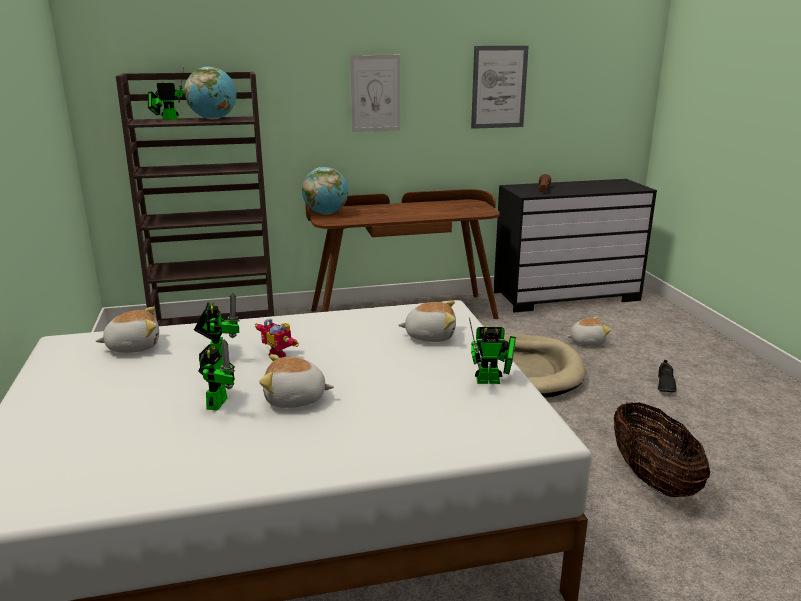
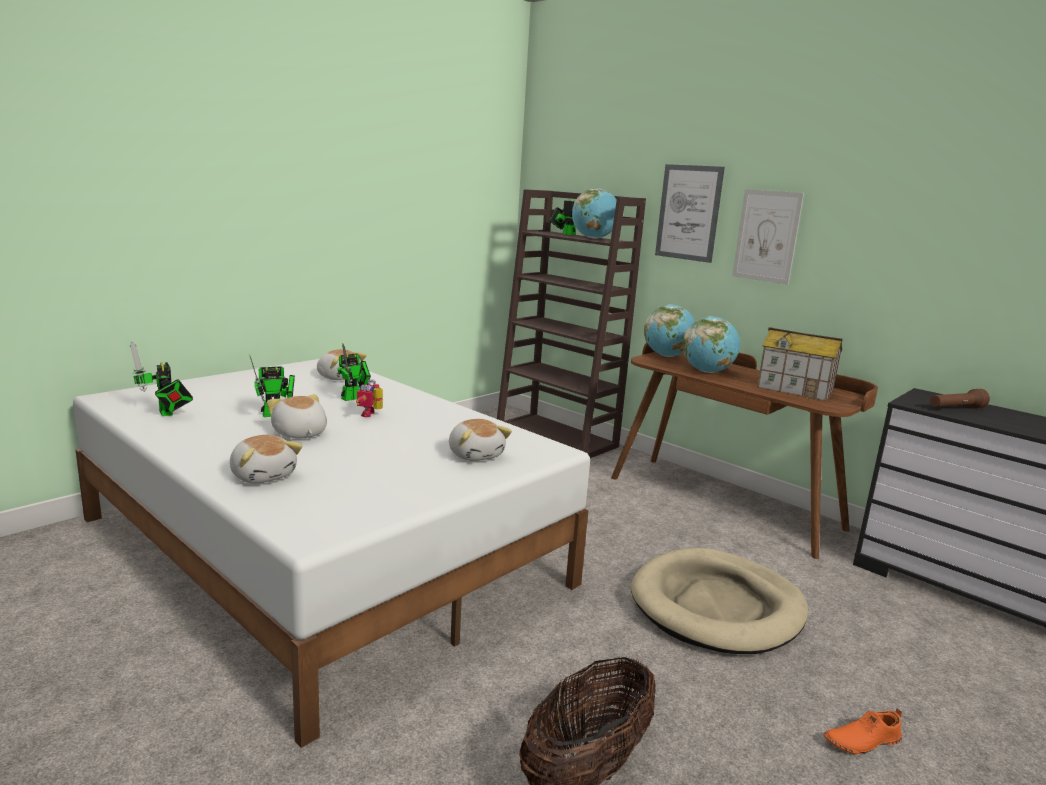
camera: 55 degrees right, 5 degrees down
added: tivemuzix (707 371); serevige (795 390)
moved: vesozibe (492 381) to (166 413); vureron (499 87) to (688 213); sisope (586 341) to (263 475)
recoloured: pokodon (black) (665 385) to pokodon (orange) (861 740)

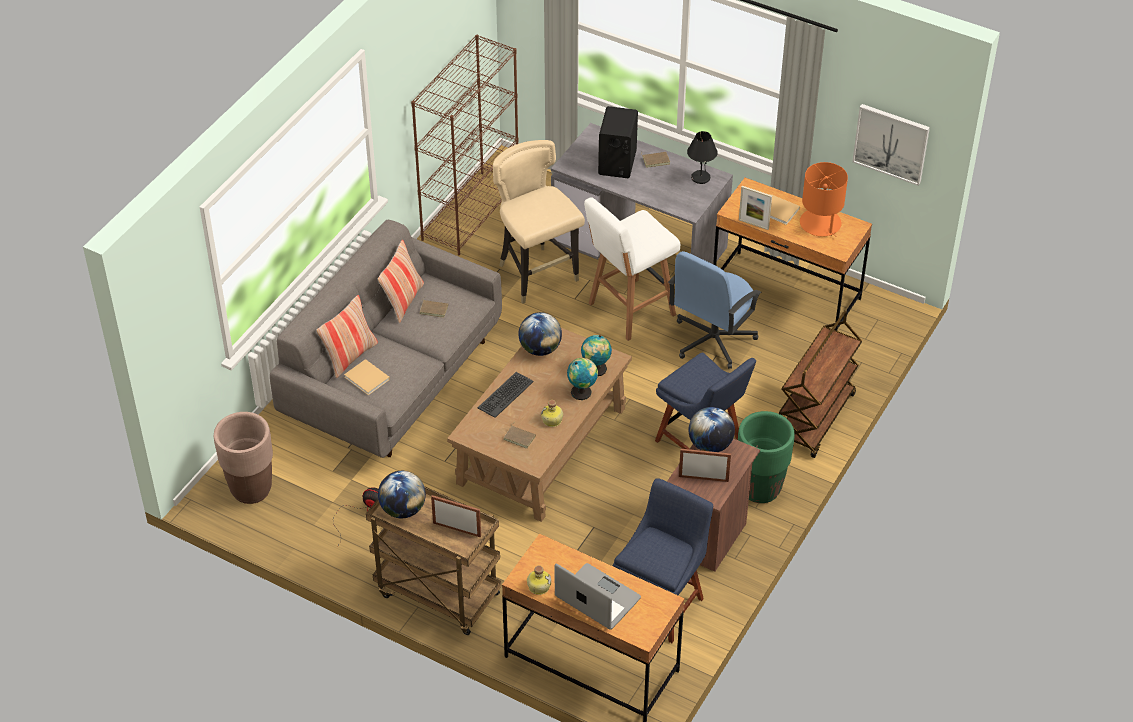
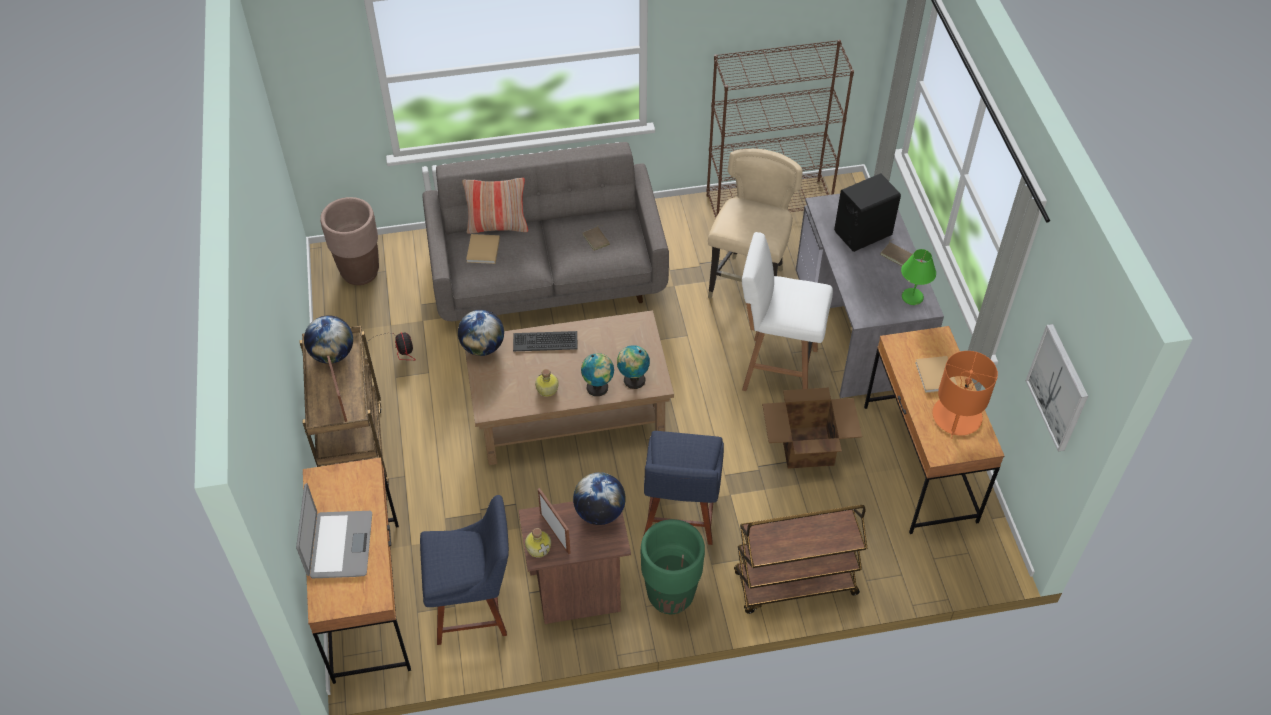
camera: 50 degrees right, 5 degrees up
removed: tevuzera (403 301); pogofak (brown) (520 437); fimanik (753 224)
moved: tivemuzix (540 349) to (483 347); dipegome (538 586) to (538 547)
replaced: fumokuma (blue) (712 340) to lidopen (806 446)
recoloured: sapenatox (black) (700 178) to sapenatox (green) (912 297)

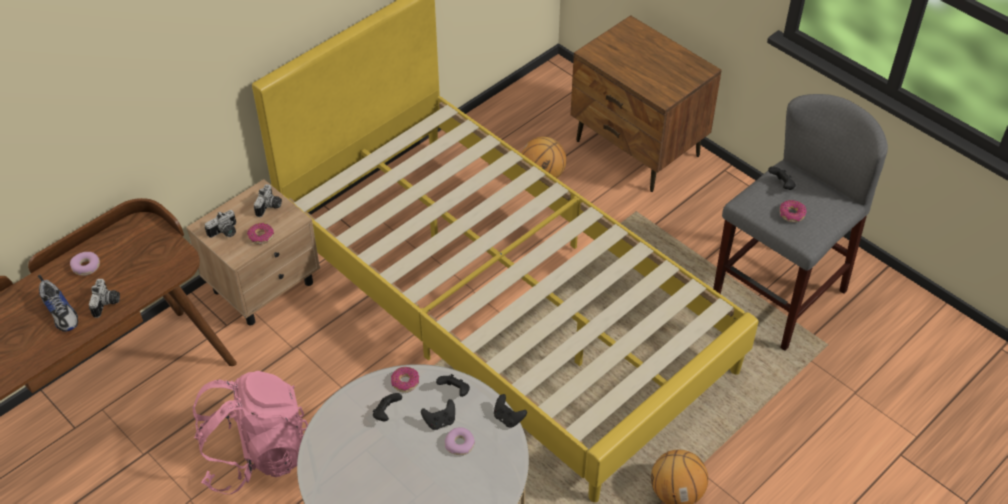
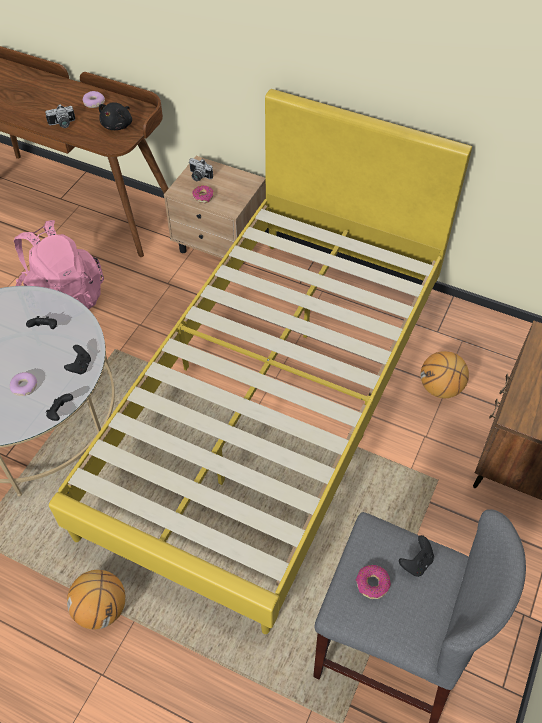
camera: 70 degrees right, 5 degrees up
removed: pokodon (61 312); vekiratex (270 207); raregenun (405 382); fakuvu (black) (440 421)
added: sisope (black) (118 125)

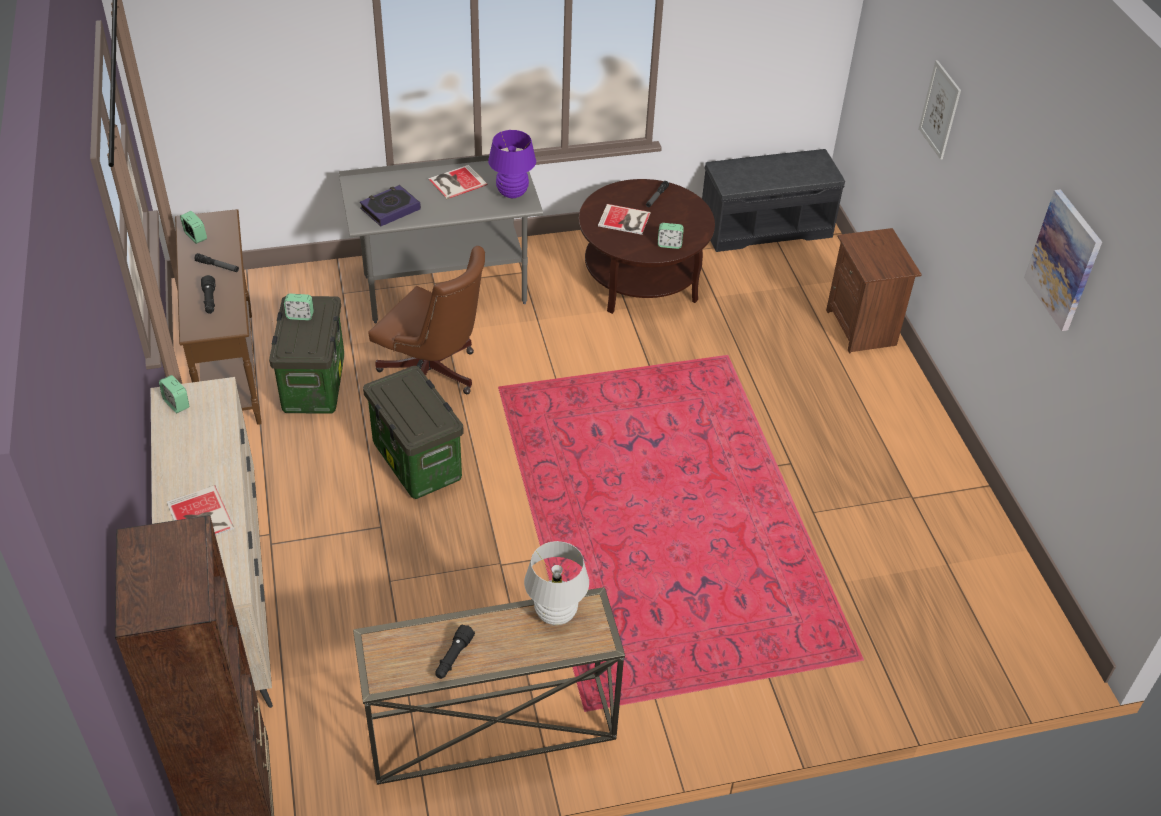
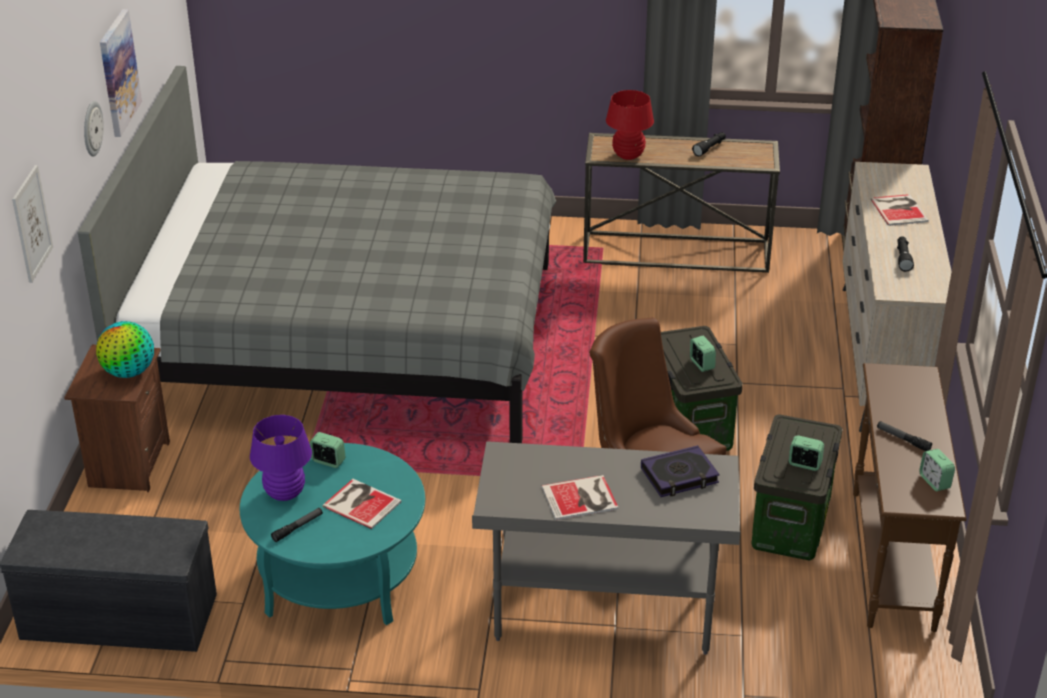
camera: 160 degrees left, 10 degrees down
added: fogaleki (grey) (348 339); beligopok (91 128); tivemuzix (129 372)
moved: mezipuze (176 404) to (701 364); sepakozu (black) (210 301) to (903 258); sapenatox (purple) (512 193) to (284 493)
recoloured: sapenatox (white) (556 614) to sapenatox (red) (628 155); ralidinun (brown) (642 278) to ralidinun (turquoise) (338 577)

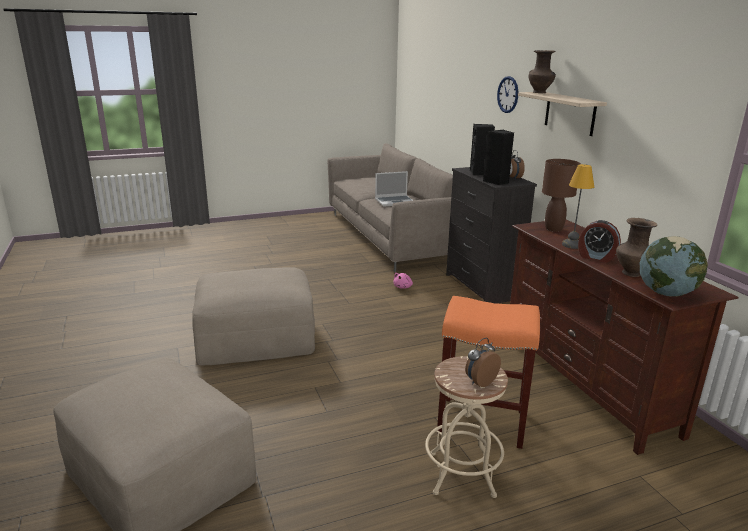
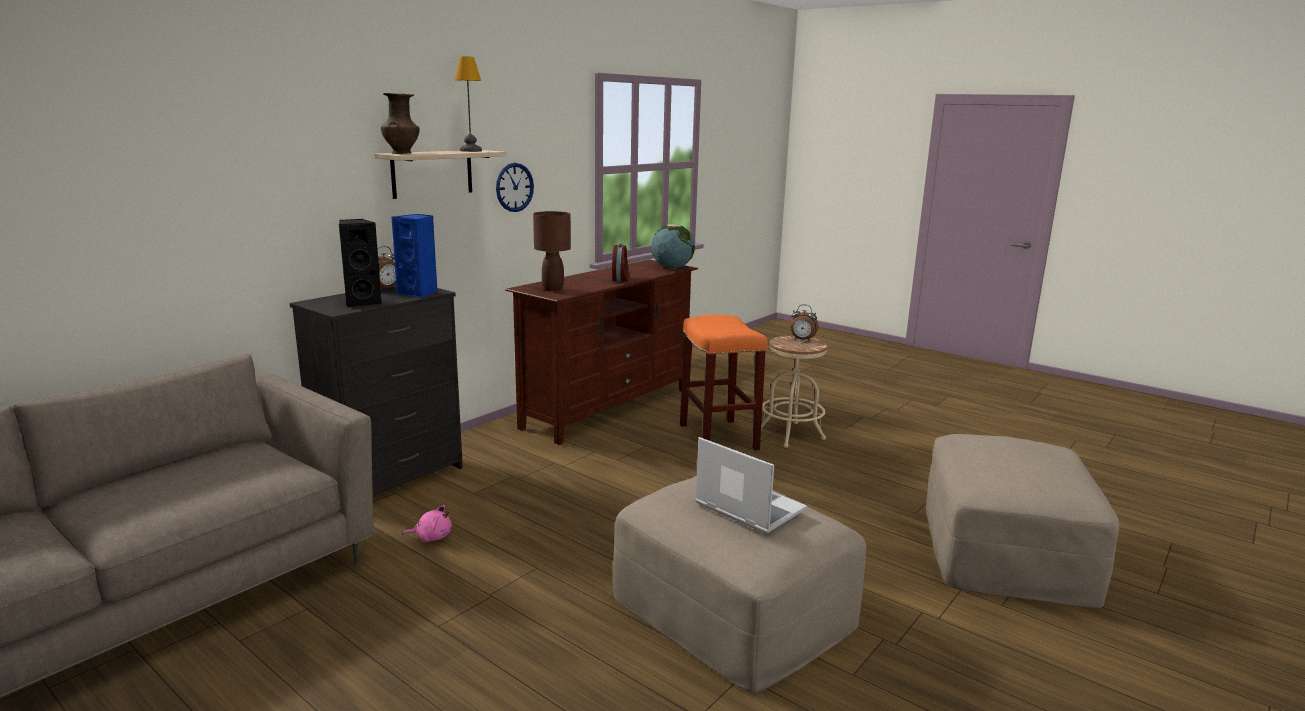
camera: 120 degrees left, 5 degrees down
removed: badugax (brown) (630 273)
moved: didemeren (395 201) to (747 507); beligopok (508 94) to (514 187); sapenatox (571 245) to (471 151)
recoloured: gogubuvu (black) (496 182) to gogubuvu (blue) (419 293)

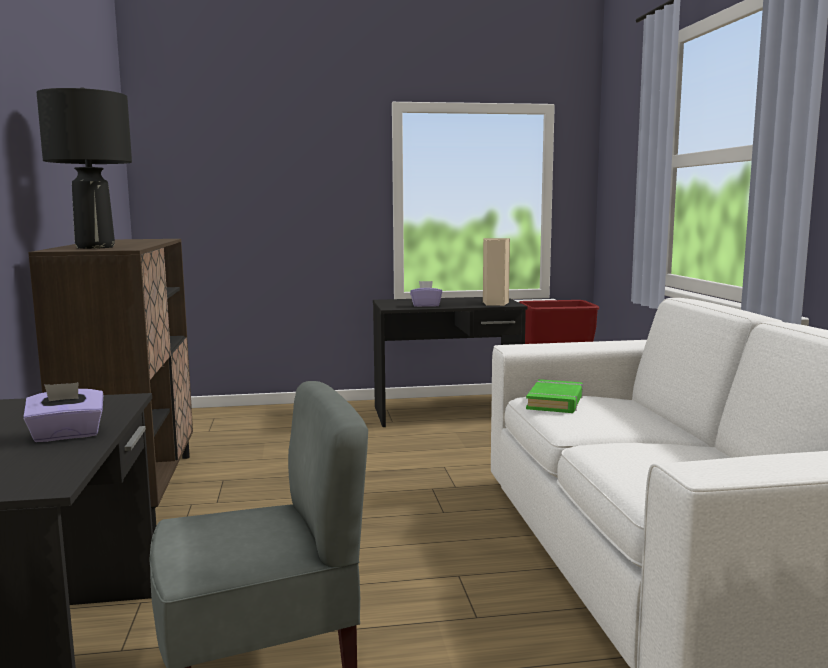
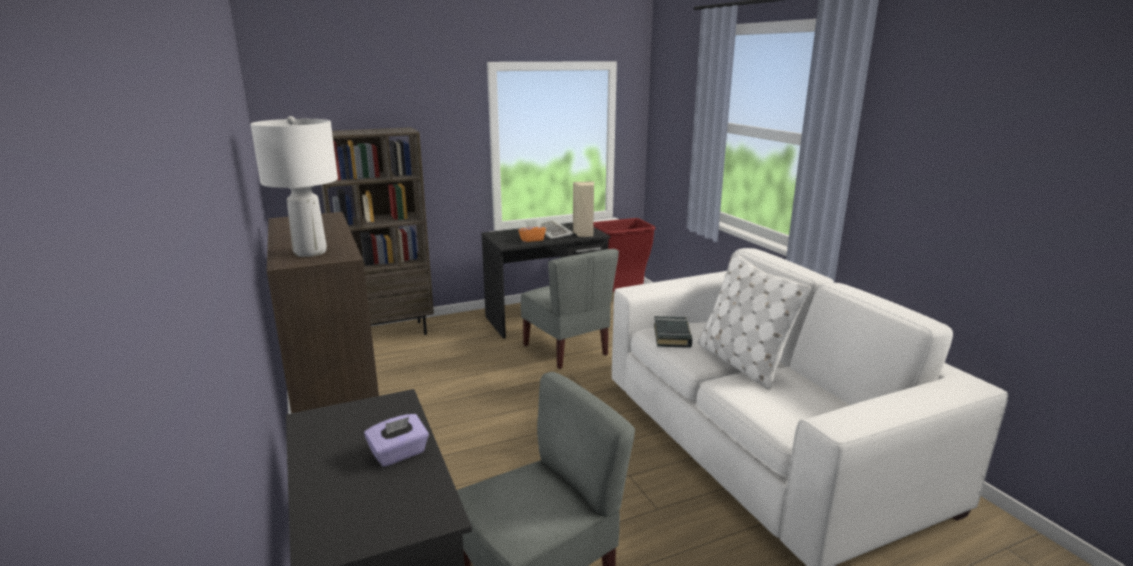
camera: 15 degrees left, 10 degrees up
added: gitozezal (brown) (388 333); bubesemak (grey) (567 350); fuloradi (554 232); tevuzera (white) (742 363)
recoloured: sapenatox (black) (96 247) to sapenatox (white) (311 252); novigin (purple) (425 305) to novigin (orange) (532 240); pogofak (green) (555 402) to pogofak (black) (672 336)

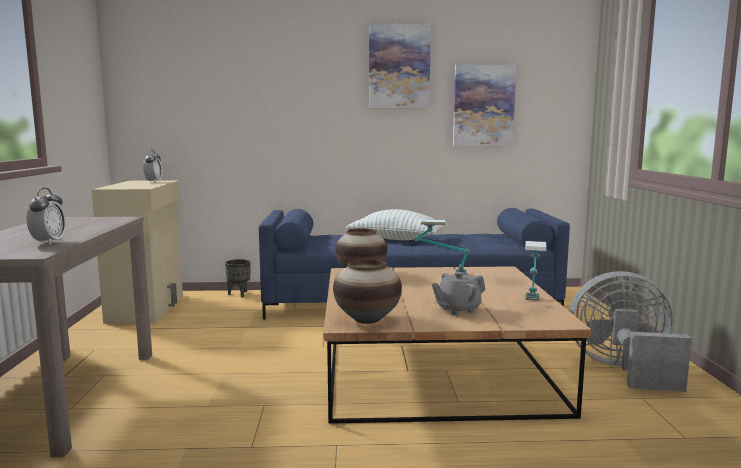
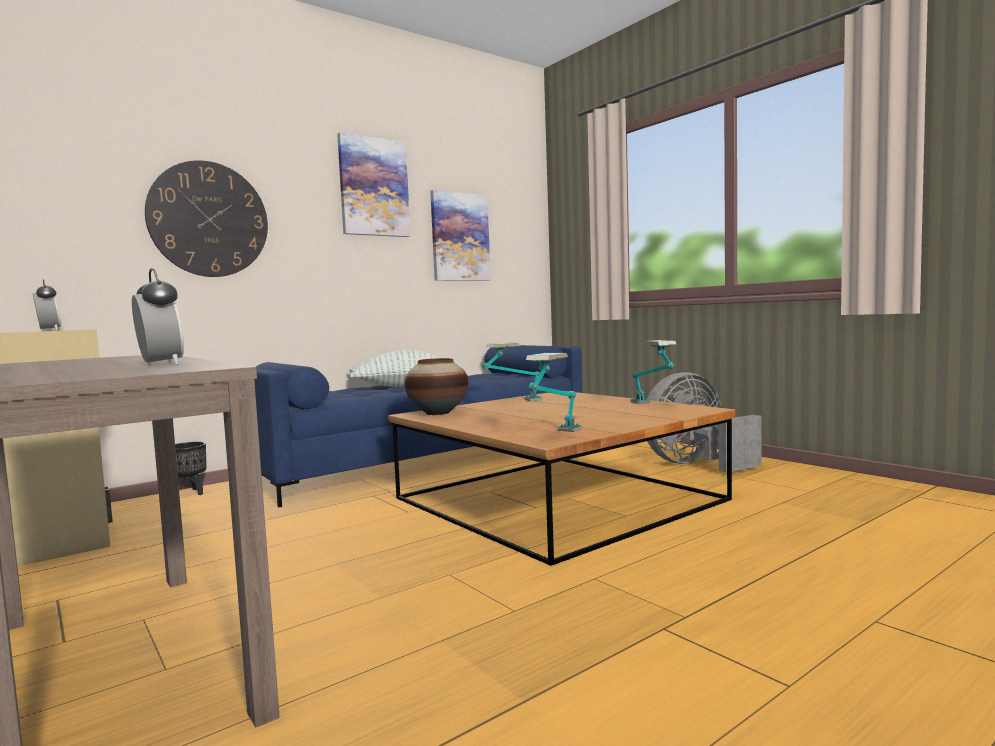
camera: 35 degrees left, 5 degrees down
removed: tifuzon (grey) (457 310)
added: beligopok (208 219)
replaced: badugax (367 319) to sapenatox (555 435)

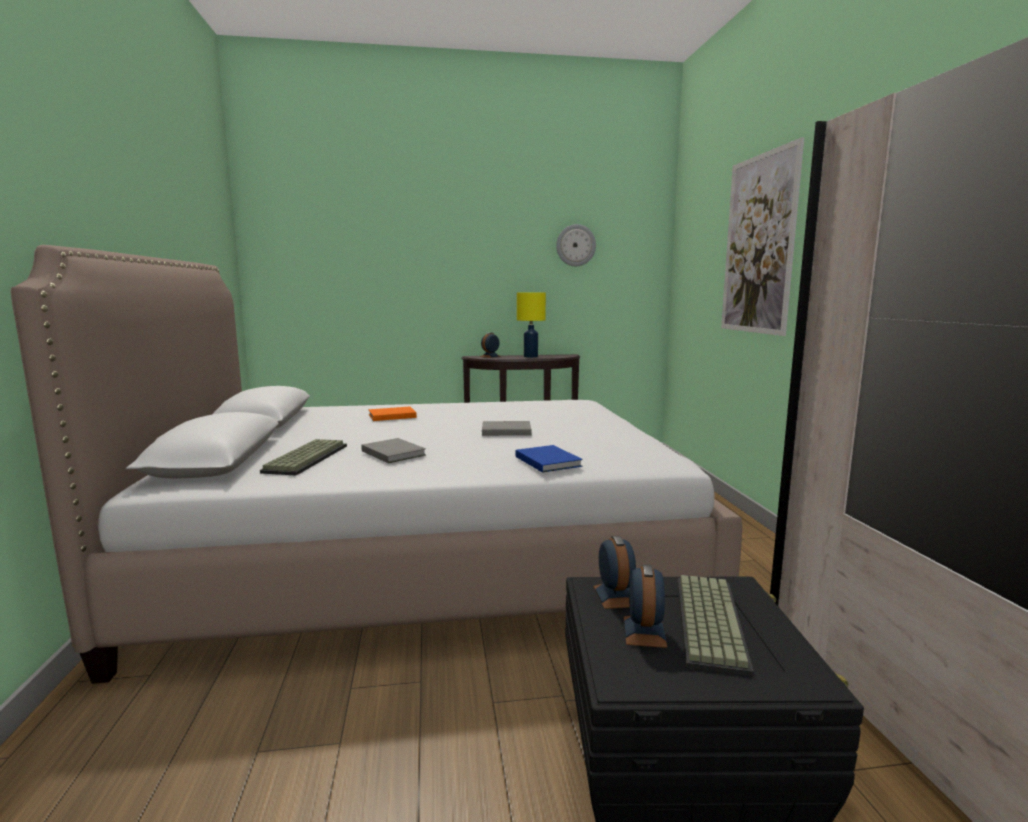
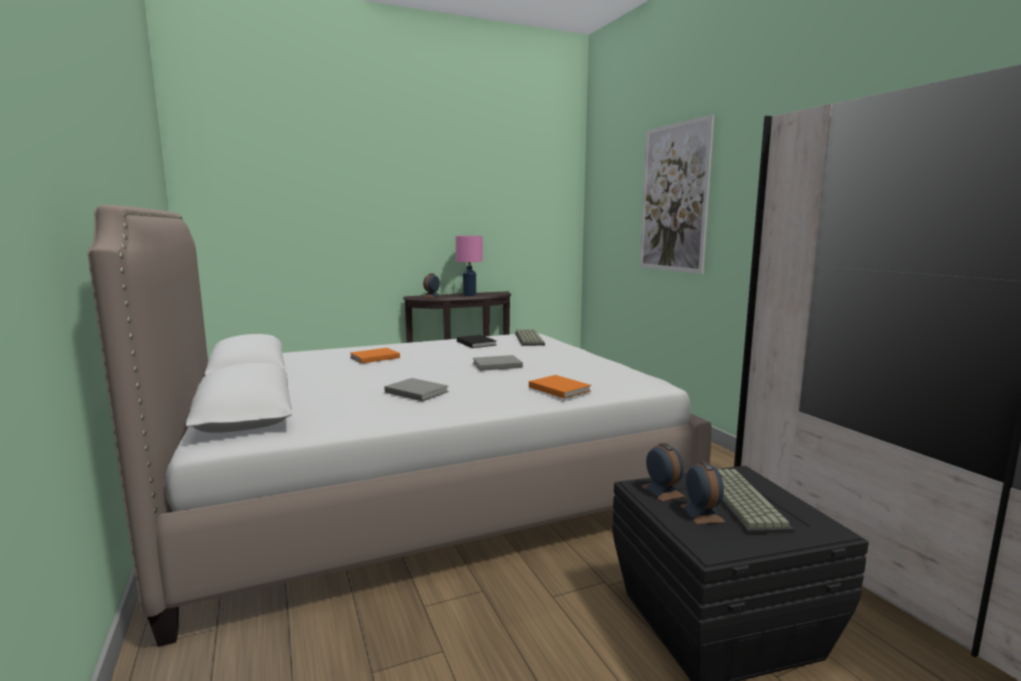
camera: 15 degrees left, 0 degrees up
removed: beligopok (575 245)
added: pogofak (black) (476 343)
moved: fuloradi (305 458) to (528 338)
recoloured: pogofak (blue) (548 461) to pogofak (orange) (559 388); sapenatox (yellow) (530 356) to sapenatox (pink) (469 295)

